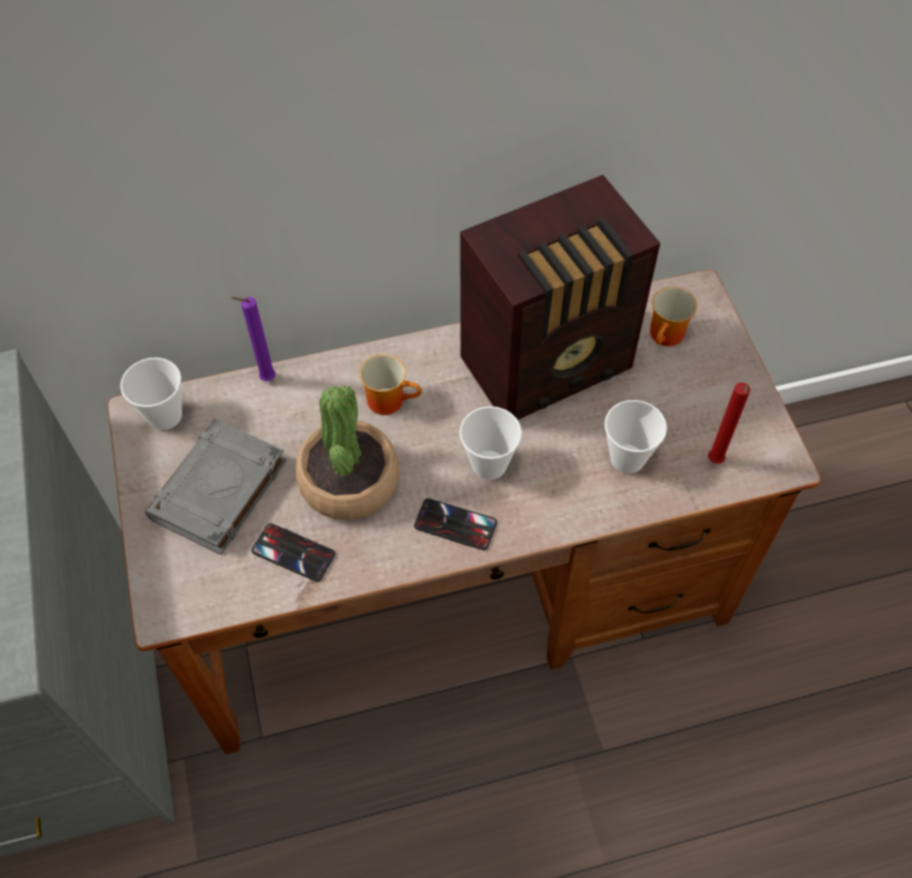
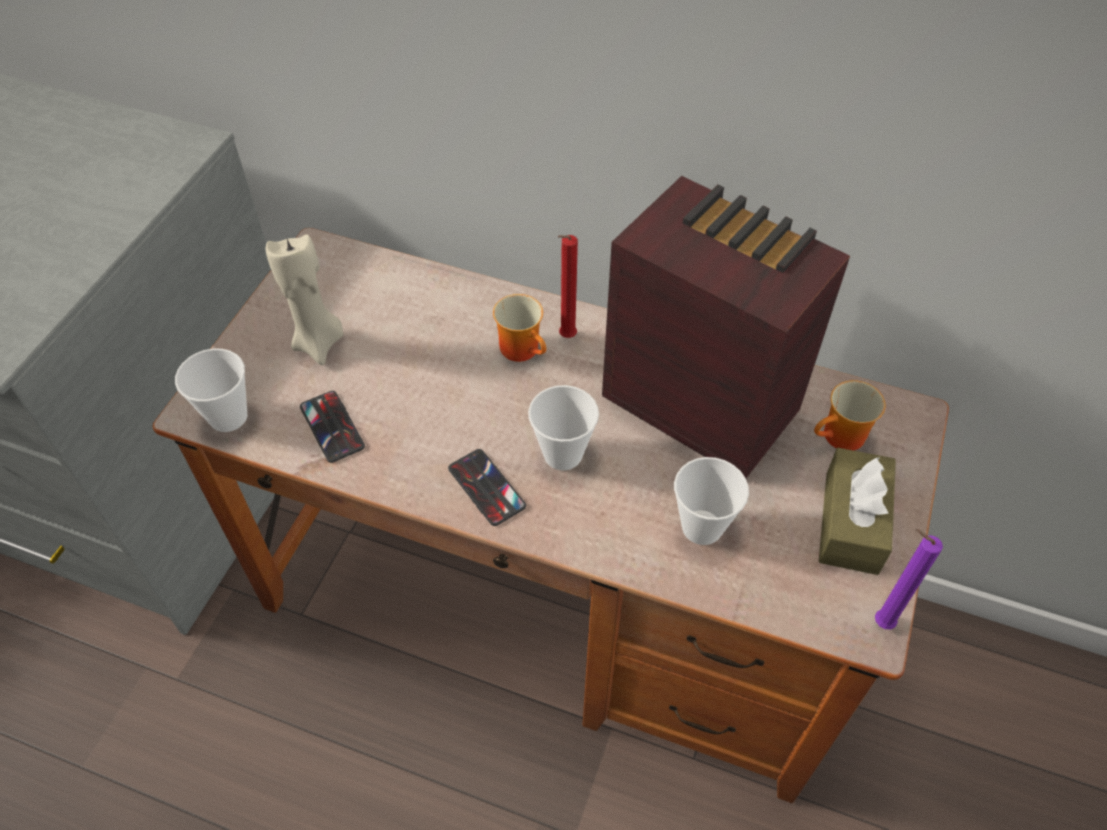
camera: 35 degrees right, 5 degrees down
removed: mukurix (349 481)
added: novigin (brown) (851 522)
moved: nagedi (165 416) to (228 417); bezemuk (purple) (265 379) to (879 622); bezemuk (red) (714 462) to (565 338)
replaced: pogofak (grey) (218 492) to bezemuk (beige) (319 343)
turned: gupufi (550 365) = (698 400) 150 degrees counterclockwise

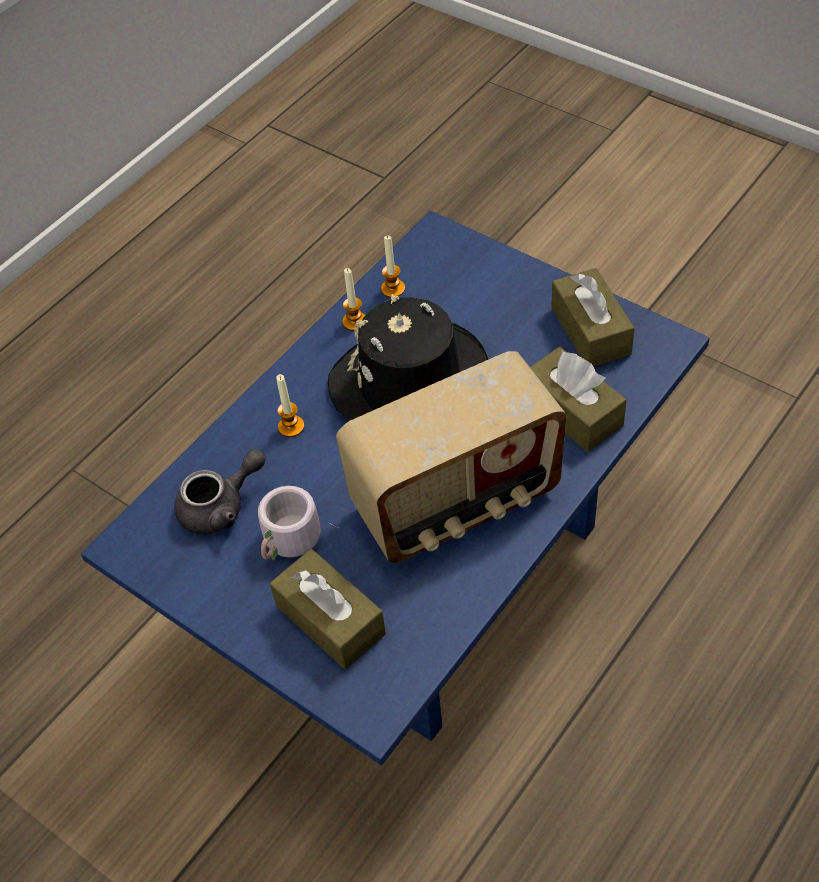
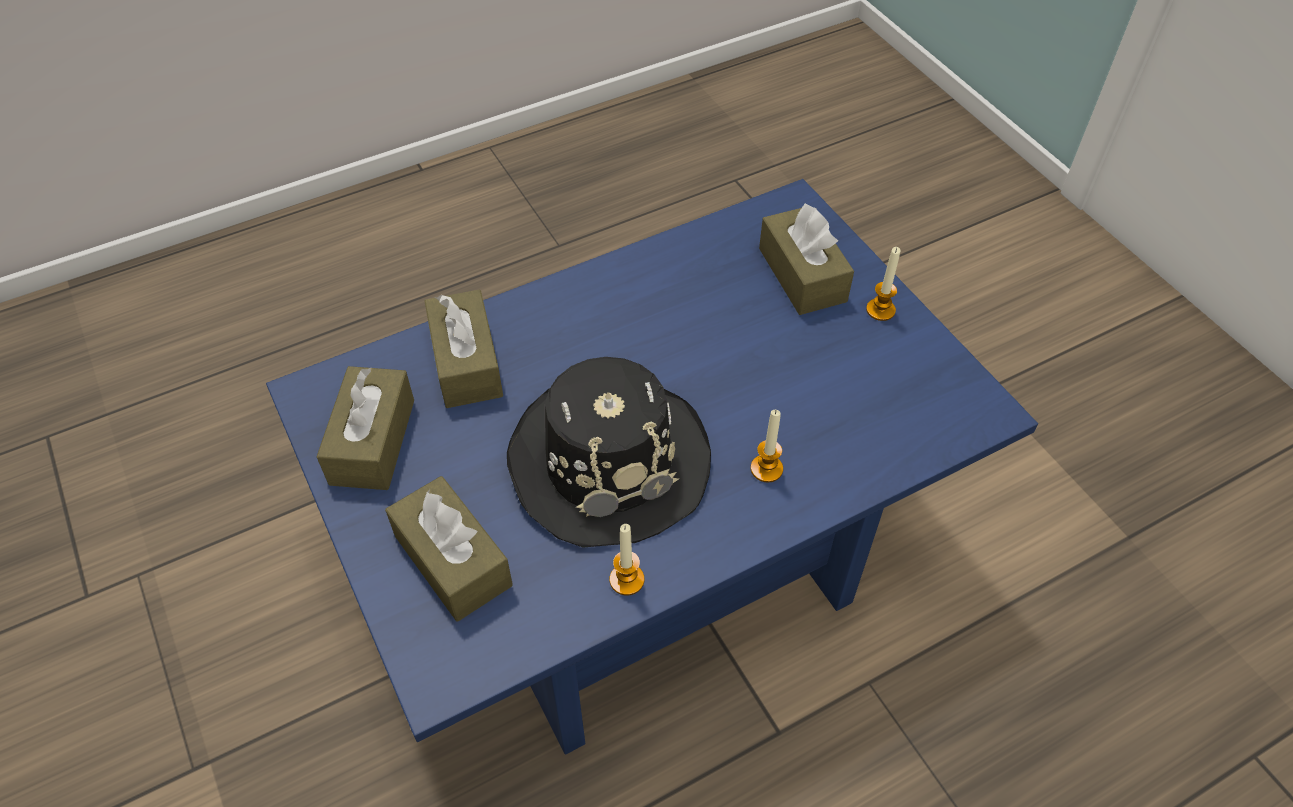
camera: 160 degrees left, 0 degrees up
removed: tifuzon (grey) (221 507); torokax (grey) (291 543); gupufi (457 502)
added: novigin (brown) (453 560)
moved: bezemuk (393 289) to (880 310)

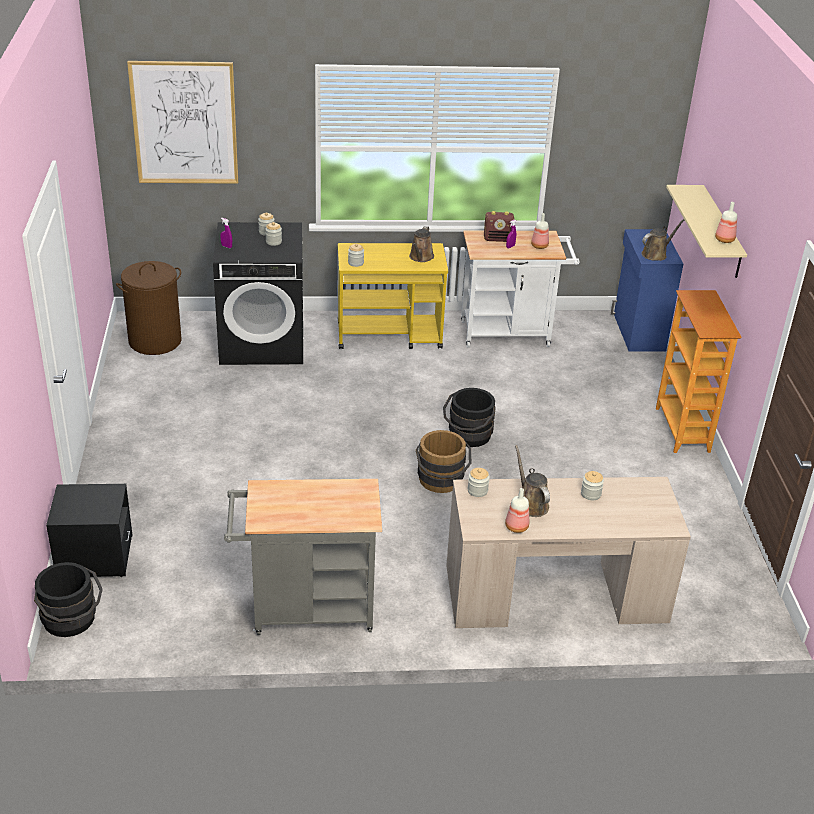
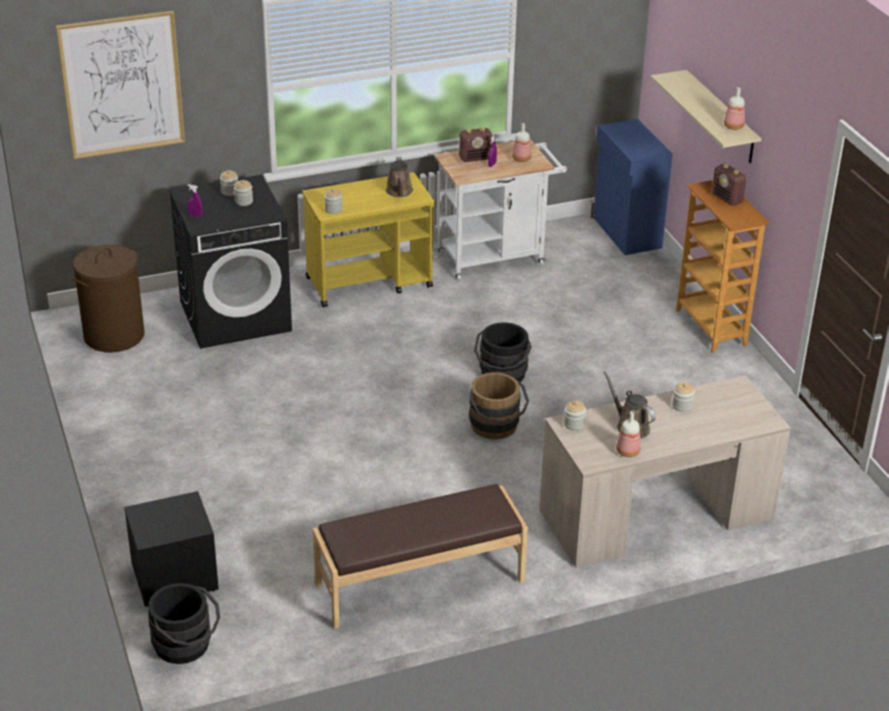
camera: 15 degrees left, 0 degrees up
removed: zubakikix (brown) (656 254)
added: gupufi (727 199)
replaced: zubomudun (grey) (304 610) to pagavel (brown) (420 583)

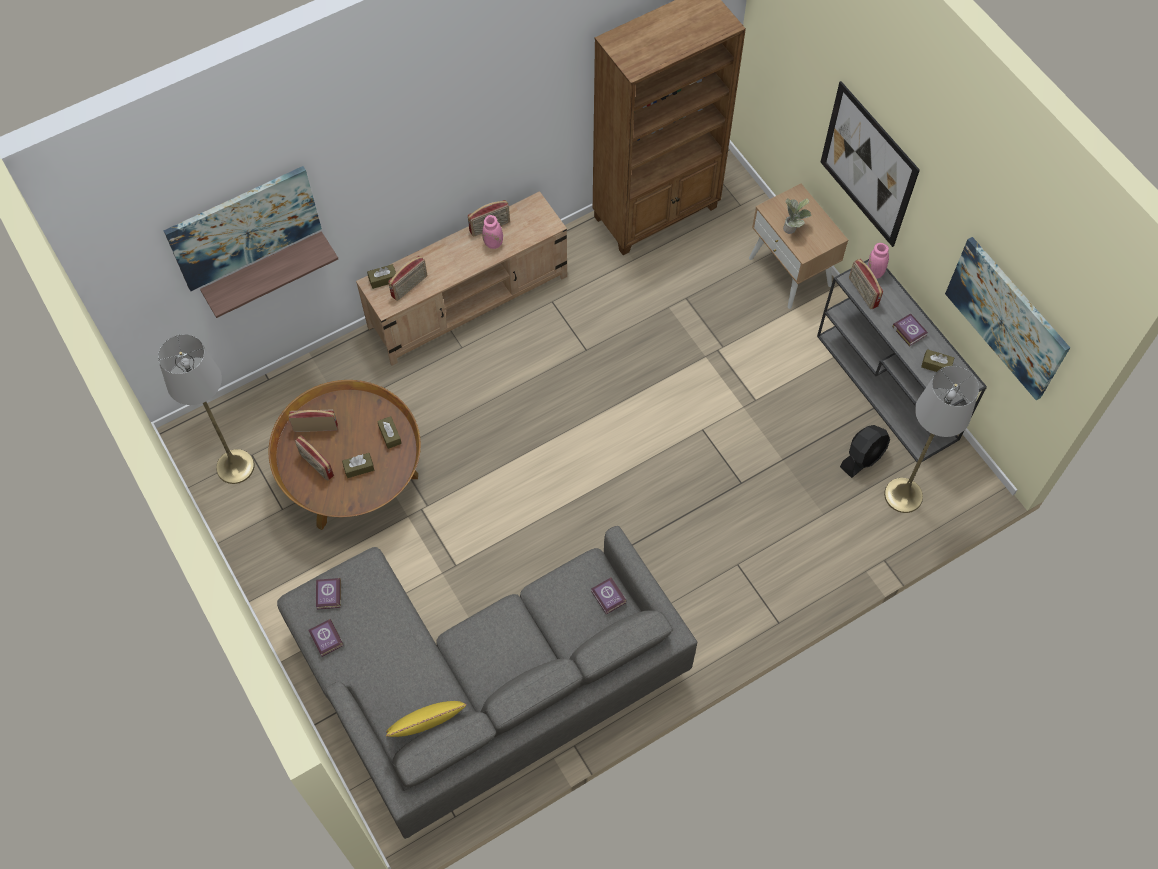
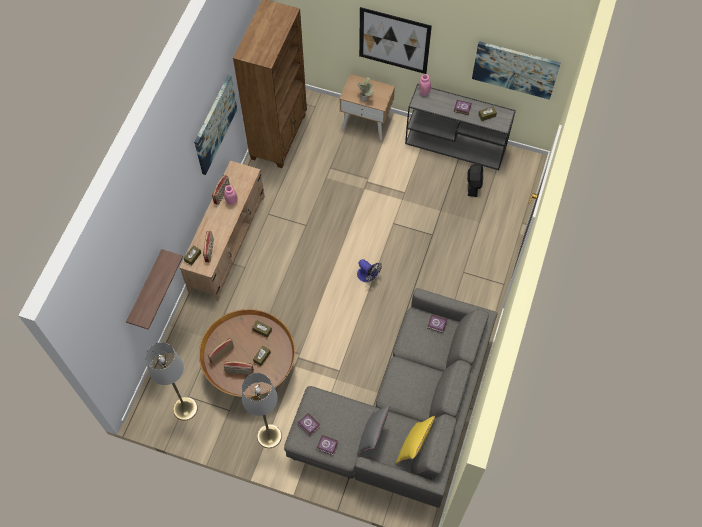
camera: 40 degrees left, 0 degrees up
removed: gupufi (862 292)
added: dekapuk (368 276); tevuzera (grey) (372 437)
moved: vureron (244 227) to (215 124); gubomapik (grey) (903 495) to (269 436)

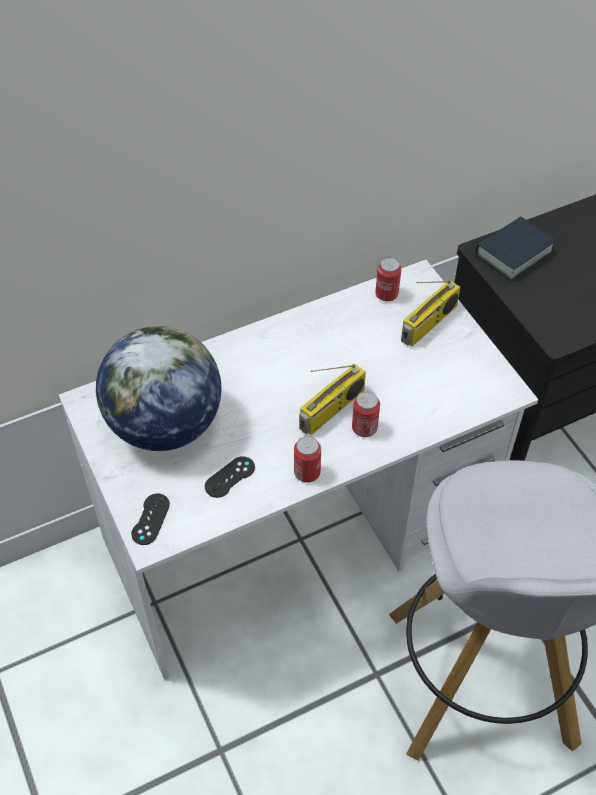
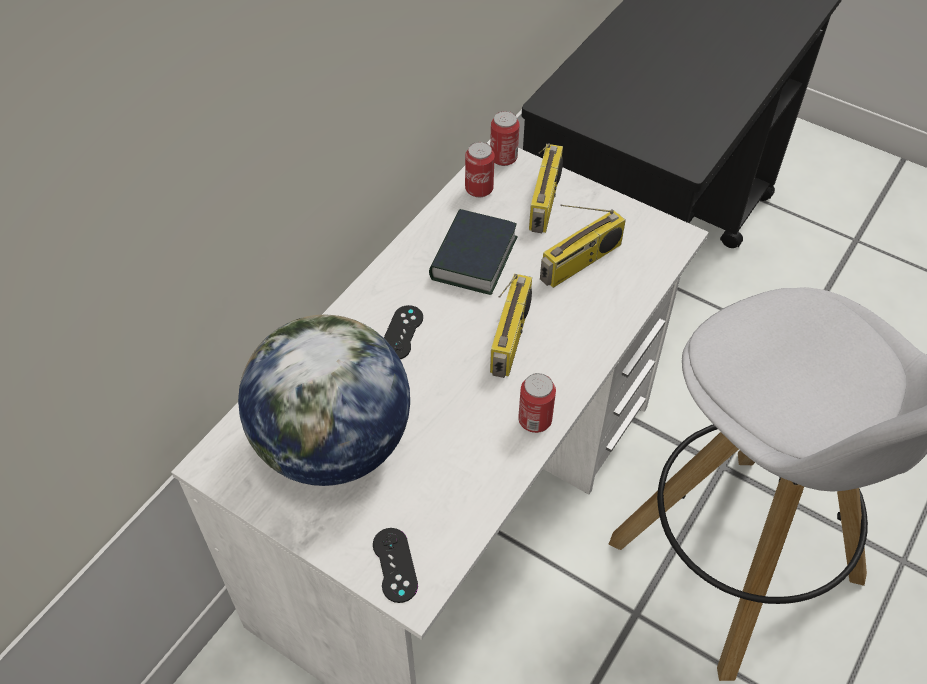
camera: 30 degrees left, 0 degrees up
added: gupufi (580 263)
moved: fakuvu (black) (230 477) to (402 333); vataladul (364 428) to (503 158); pogofak (513 254) to (473 258)

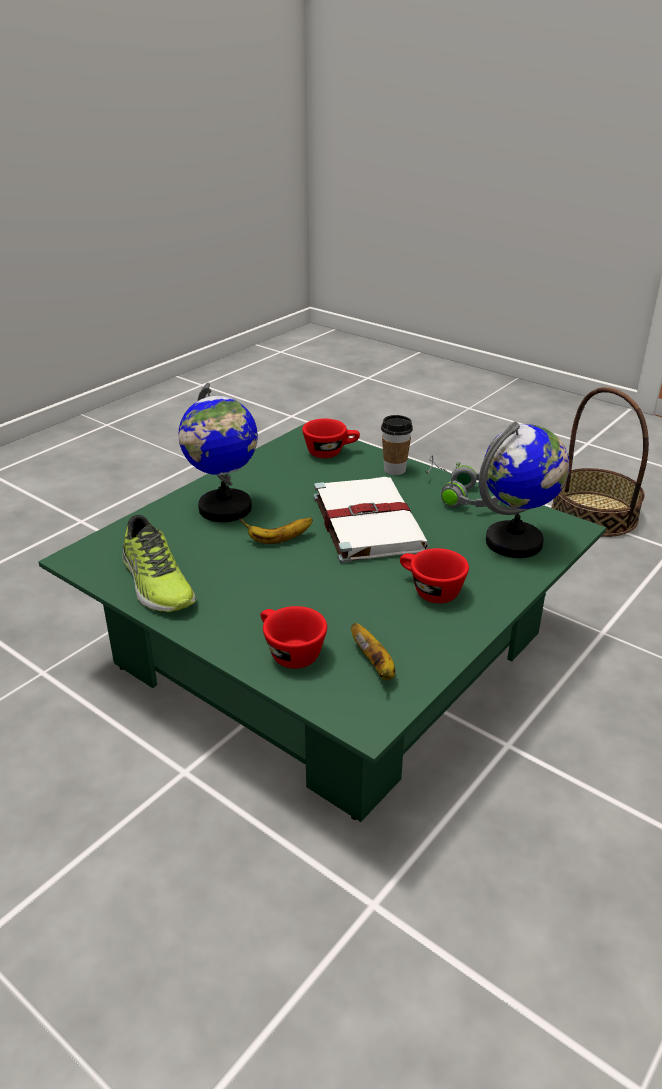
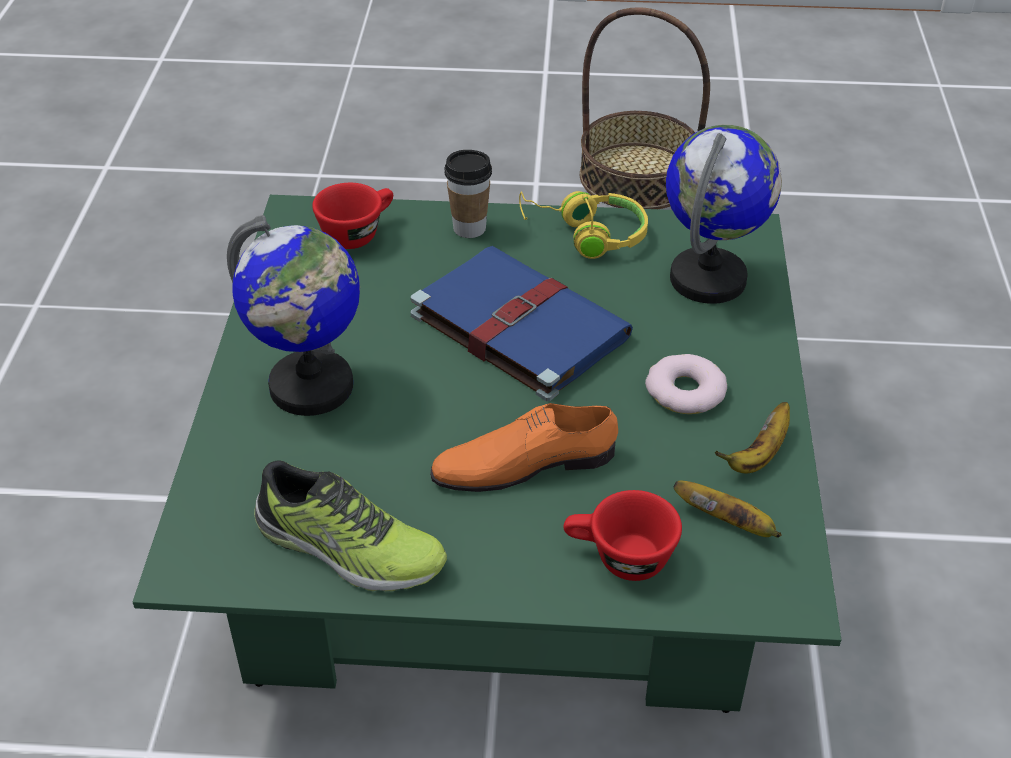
camera: 35 degrees left, 10 degrees up
added: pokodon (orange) (523 463)
moved: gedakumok (278 540) to (758 455)
replaced: nagedi (red) (429 591) to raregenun (685 391)
recoloured: pogofak (white) (366 521) to pogofak (blue) (516 324); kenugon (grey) (460 495) to kenugon (yellow) (585 235)

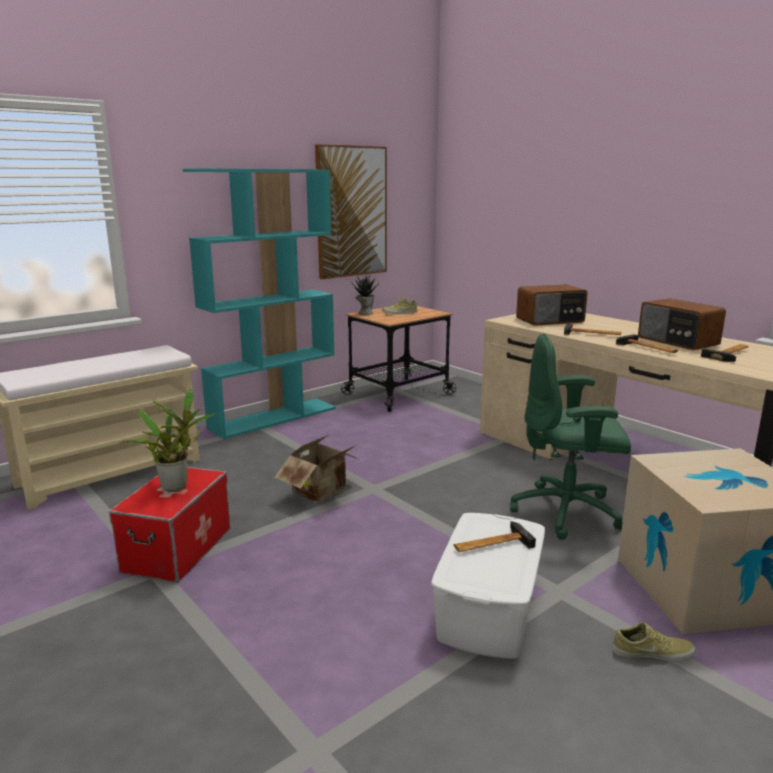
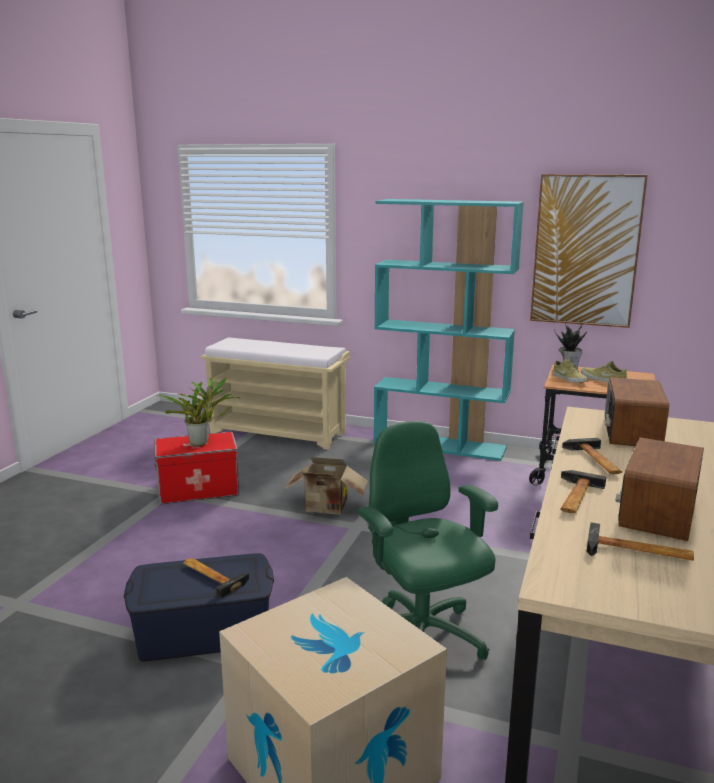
camera: 60 degrees right, 0 degrees up
moved: pokodon (beige) (652 651) to (570 379)
recoloured: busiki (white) (487 608) to busiki (blue) (203 631)
turned: gupufi (550 320) = (630 433) 60 degrees clockwise

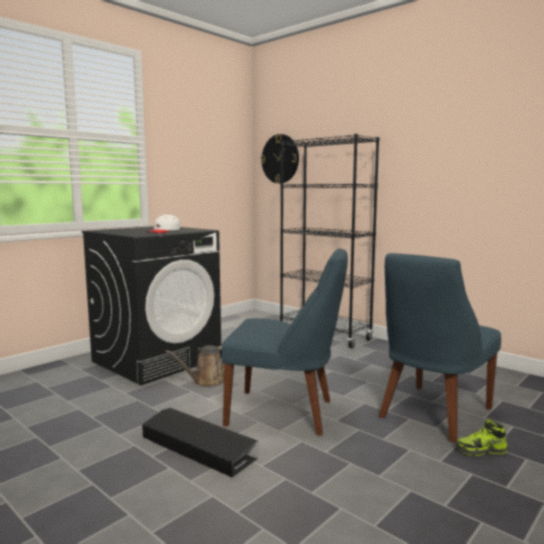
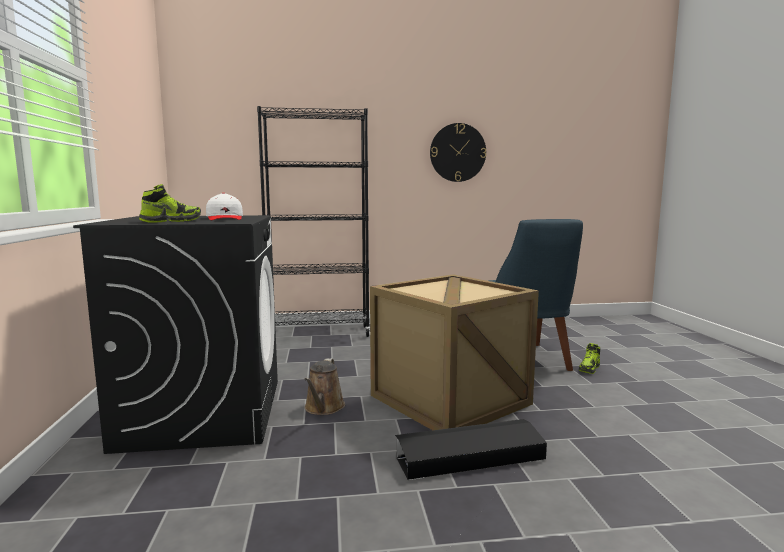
camera: 50 degrees left, 0 degrees up
added: pokodon (171 221)
moved: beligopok (280 159) to (457 152)
replaced: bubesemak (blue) (285 413) to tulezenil (452 400)

